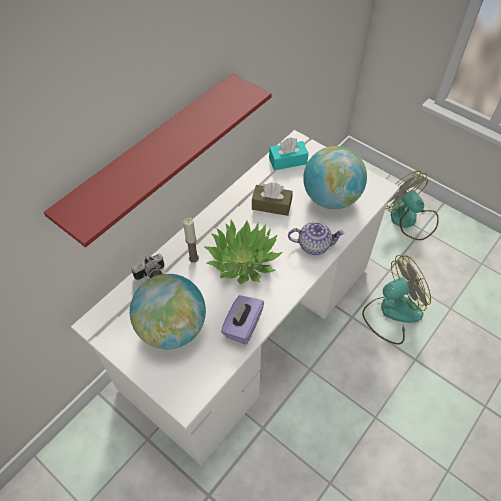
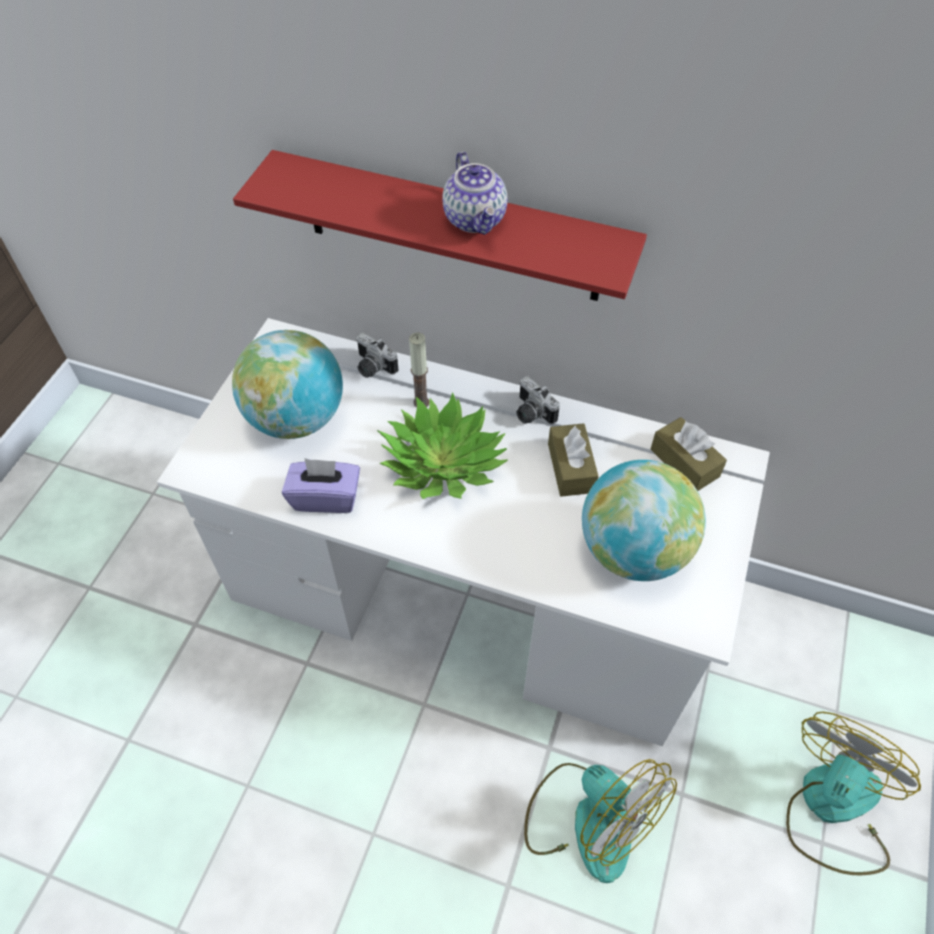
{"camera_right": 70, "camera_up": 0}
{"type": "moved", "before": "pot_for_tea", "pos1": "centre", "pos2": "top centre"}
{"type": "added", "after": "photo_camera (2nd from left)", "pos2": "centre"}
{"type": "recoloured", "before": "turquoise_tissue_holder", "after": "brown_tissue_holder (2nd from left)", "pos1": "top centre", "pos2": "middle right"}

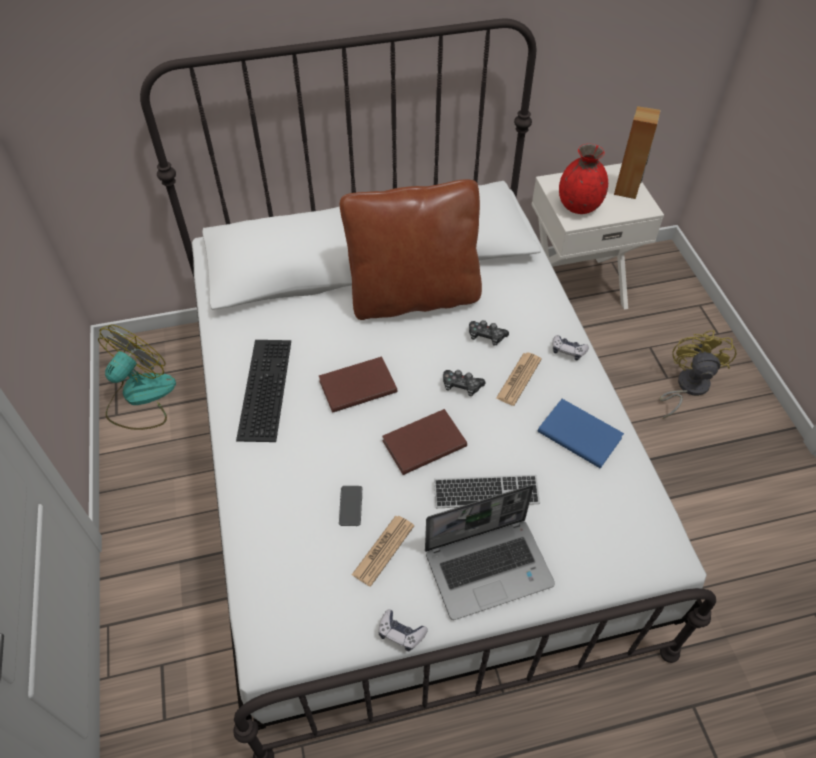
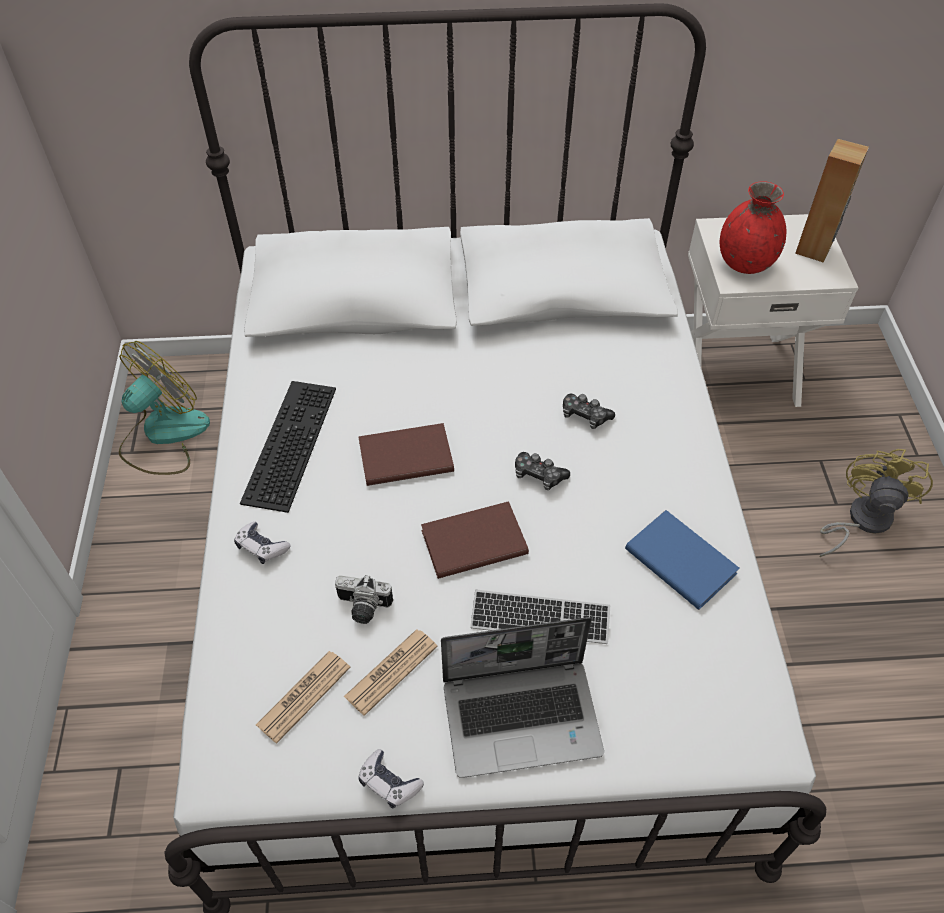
{"camera_right": 10, "camera_up": 0}
{"type": "moved", "before": "gamepad (4th from left in the first image)", "after": "gamepad (1st from left)", "pos1": "middle right", "pos2": "middle left"}
{"type": "moved", "before": "newspaper (2nd from left in the first image)", "after": "newspaper (1st from left)", "pos1": "centre", "pos2": "bottom left"}
{"type": "replaced", "before": "handset", "after": "photo_camera", "pos1": "bottom centre", "pos2": "centre"}
{"type": "removed", "before": "brown_throw_pillow", "pos1": "top centre"}

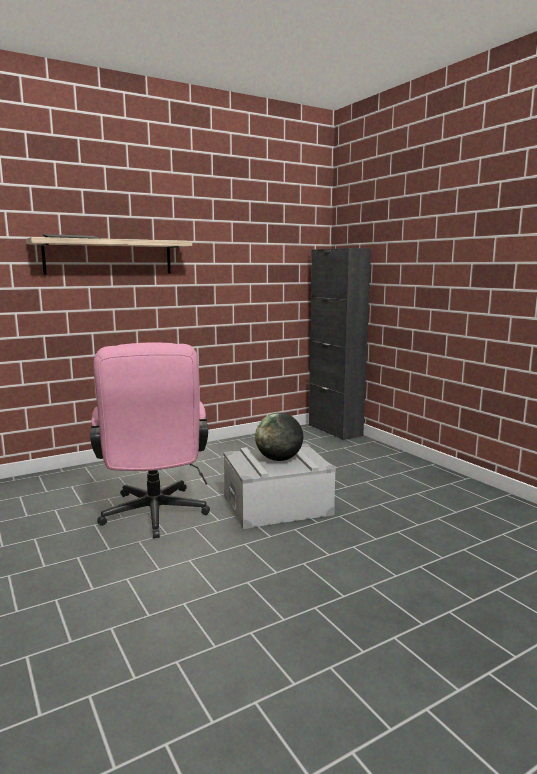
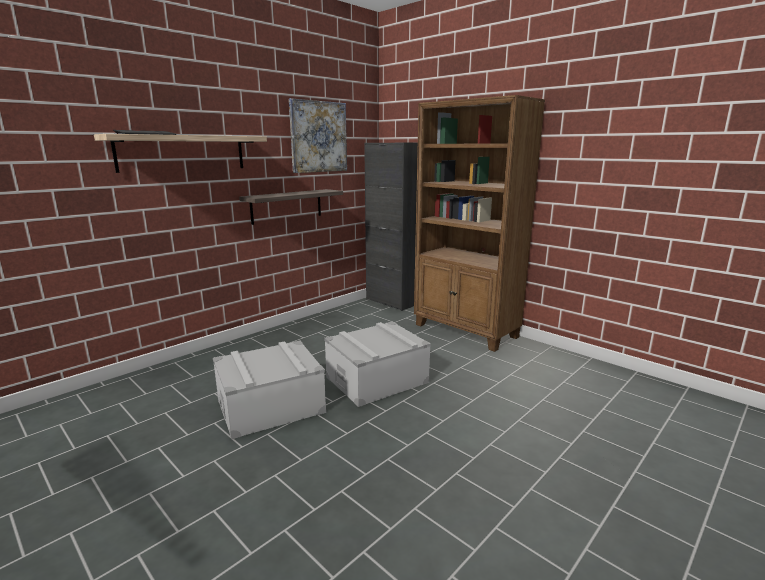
{"camera_right": -15, "camera_up": 5}
{"type": "replaced", "before": "pink_computer_chair", "after": "greyish_storage_box (1st from left)", "pos1": "middle left", "pos2": "bottom centre"}
{"type": "added", "after": "shelf (2nd from left)", "pos2": "centre"}
{"type": "added", "after": "wall_picture", "pos2": "top centre"}
{"type": "added", "after": "brown_shelving_unit", "pos2": "centre"}
{"type": "removed", "before": "globe", "pos1": "centre"}

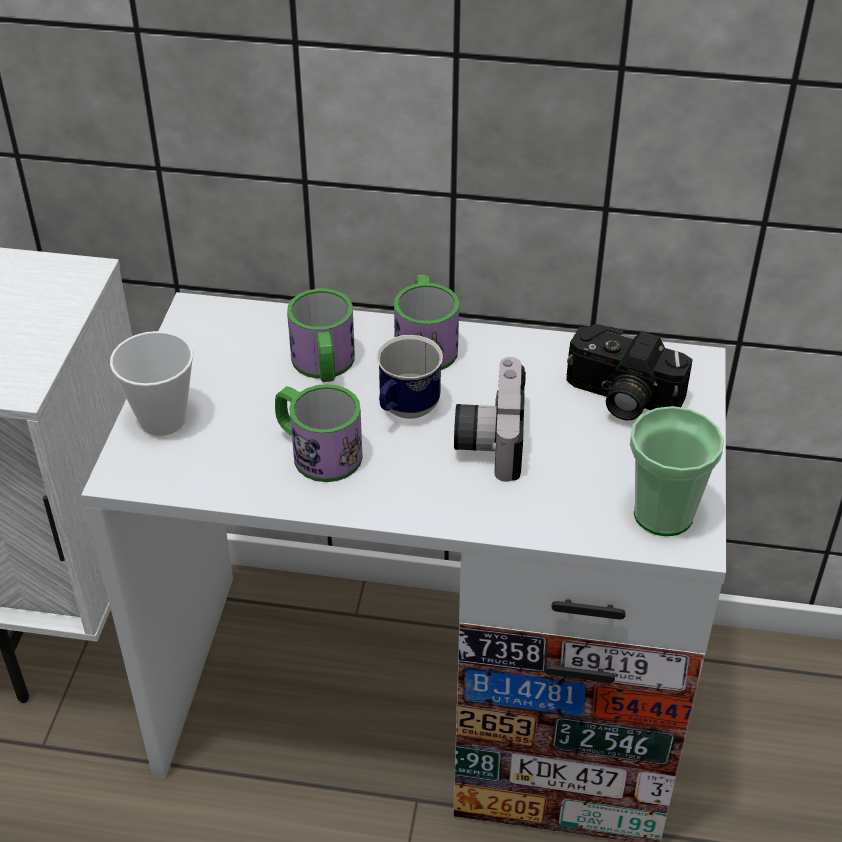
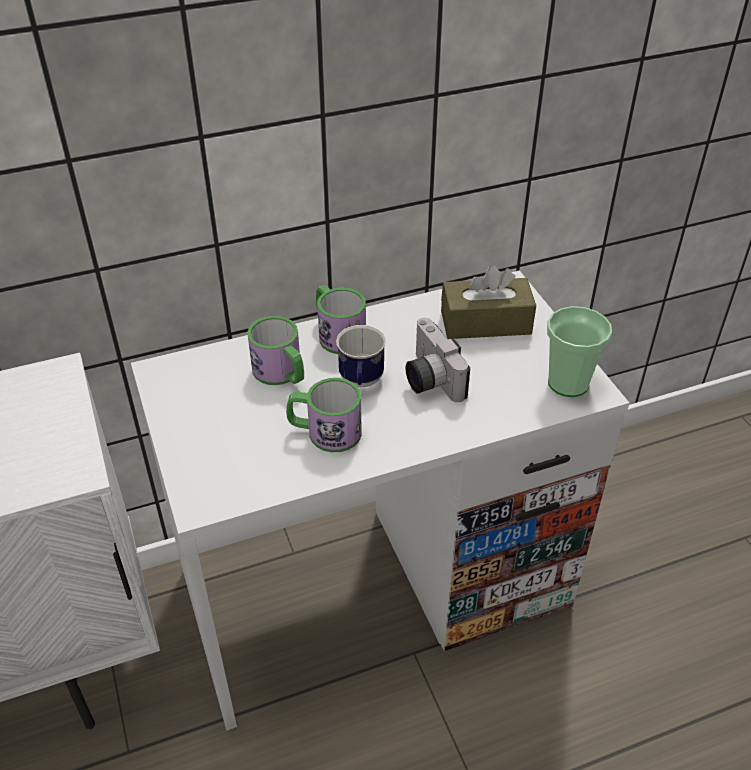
{"camera_right": -30, "camera_up": 0}
{"type": "replaced", "before": "photo_camera (2nd from left)", "after": "brown_tissue_holder", "pos1": "middle right", "pos2": "centre"}
{"type": "removed", "before": "cup (1st from left)", "pos1": "middle left"}

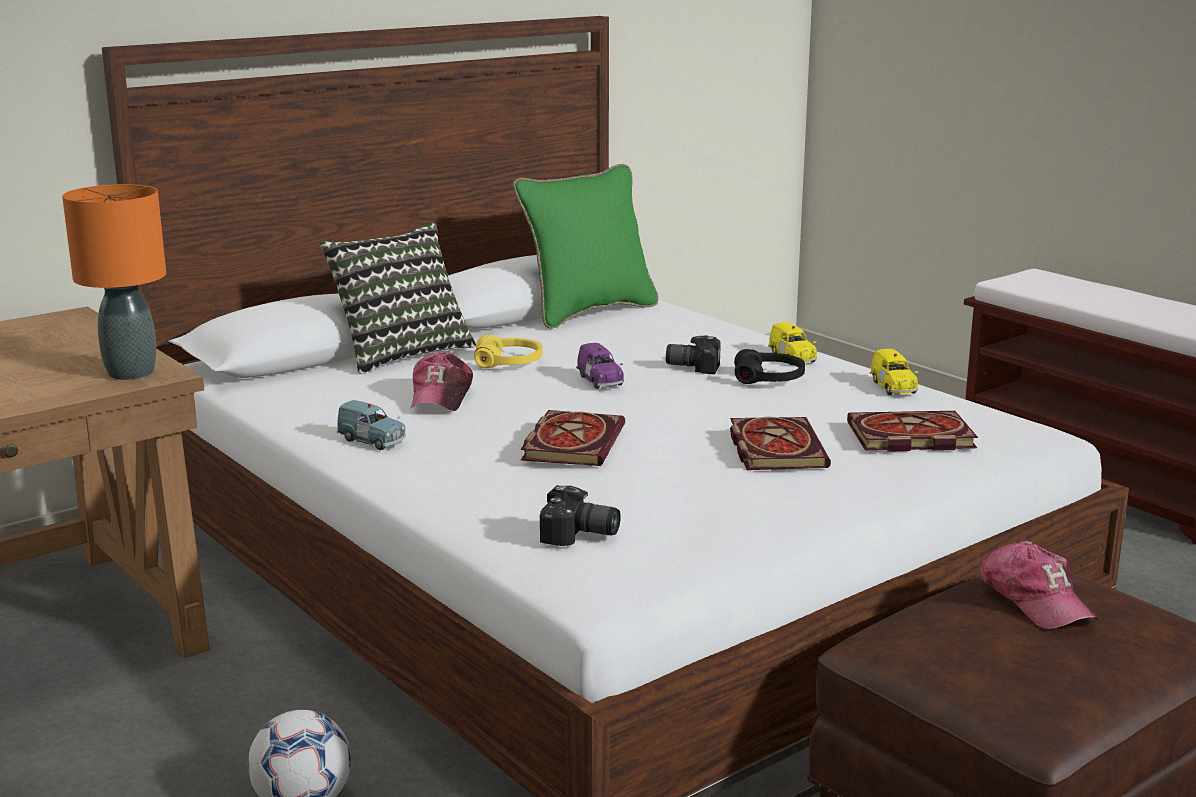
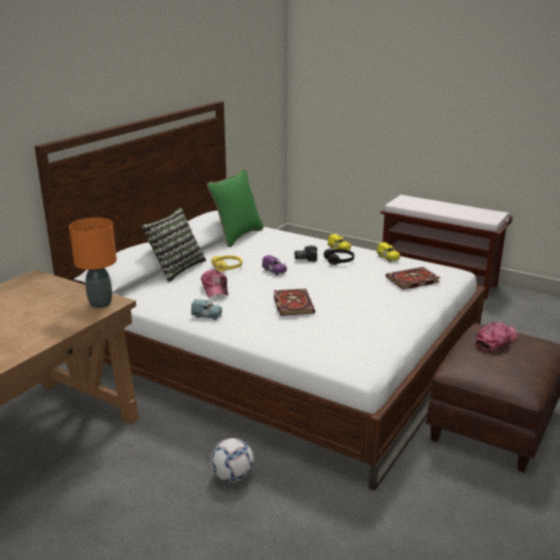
{"camera_right": -20, "camera_up": 5}
{"type": "turned", "before": "baseball_cap (2nd from left)", "pos1": "bottom right", "pos2": "middle right", "turn": -90}
{"type": "removed", "before": "photo_camera (1st from left)", "pos1": "centre"}
{"type": "removed", "before": "volume (2nd from left)", "pos1": "centre"}

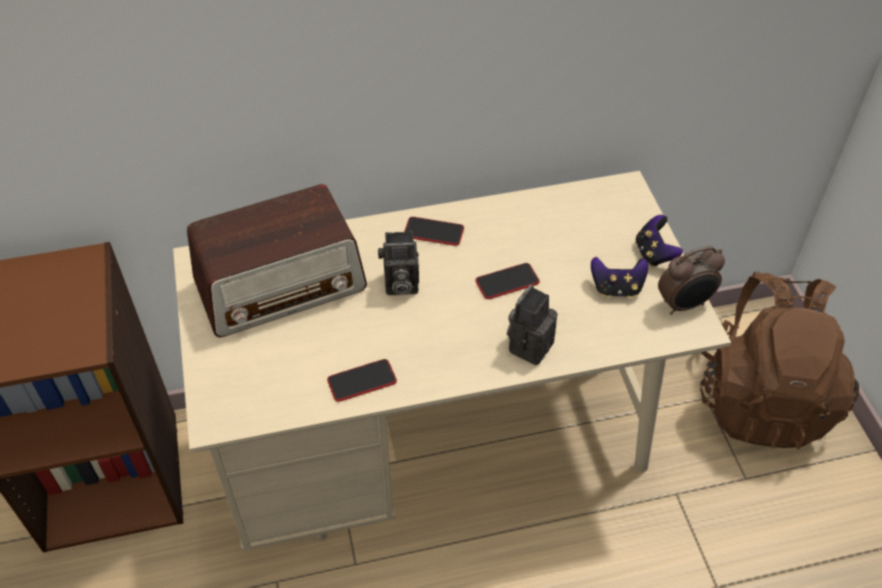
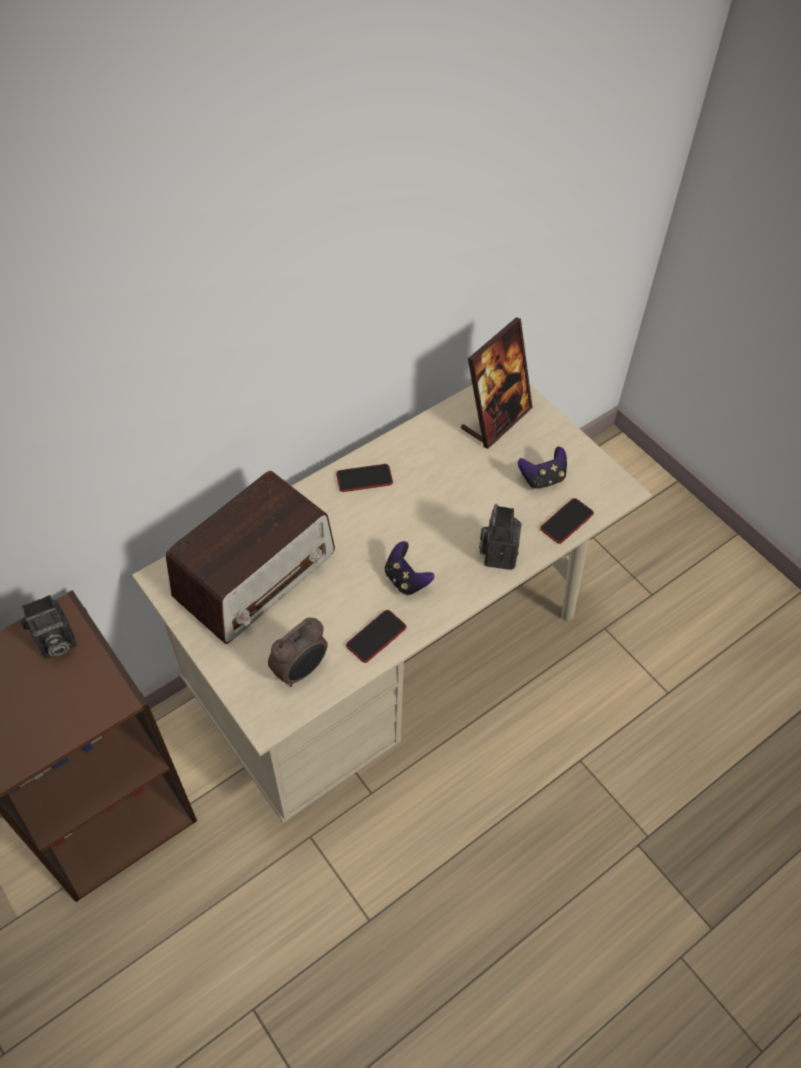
{"camera_right": -25, "camera_up": 5}
{"type": "moved", "before": "photo_camera (1st from left)", "pos1": "centre", "pos2": "middle left"}
{"type": "moved", "before": "bedside_clock", "pos1": "middle right", "pos2": "centre"}
{"type": "moved", "before": "gamepad (2nd from left in the first image)", "after": "gamepad (1st from left)", "pos1": "middle right", "pos2": "centre"}
{"type": "added", "after": "photo_frame", "pos2": "centre"}
{"type": "moved", "before": "handset (3rd from left)", "pos1": "centre", "pos2": "middle right"}
{"type": "removed", "before": "brown_knapsack", "pos1": "middle right"}

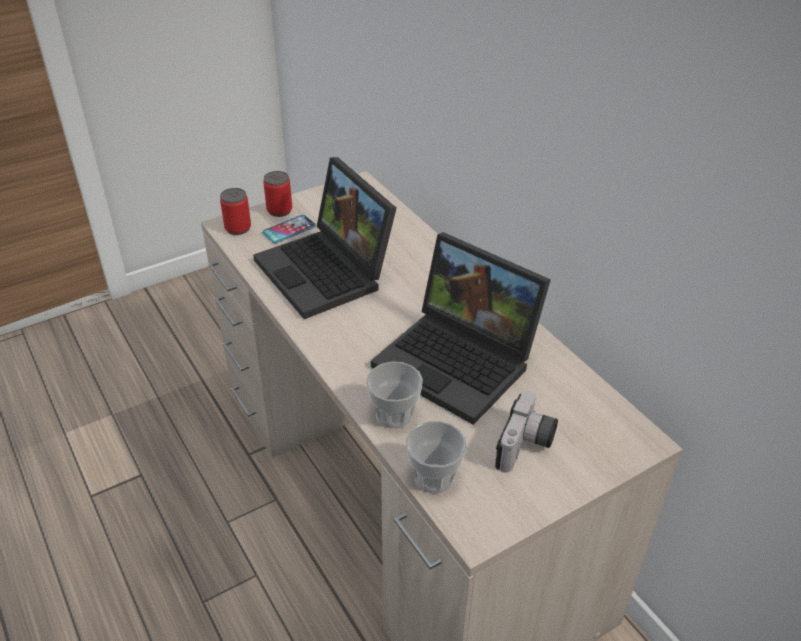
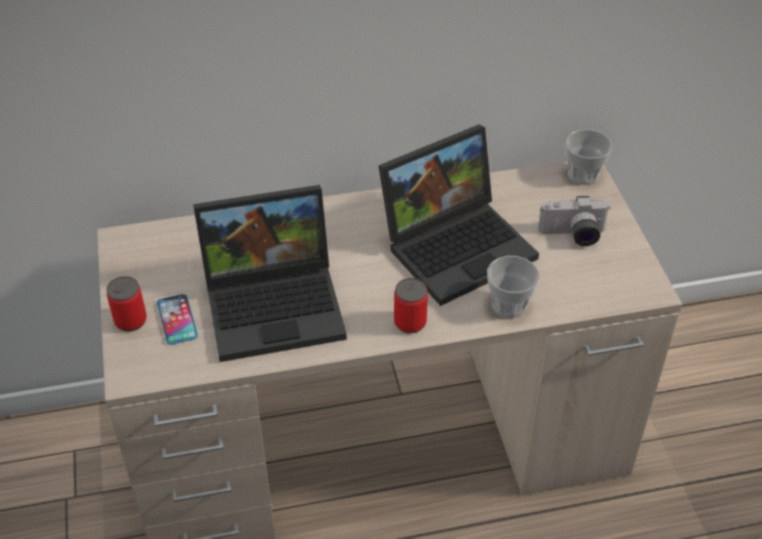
{"camera_right": -70, "camera_up": 5}
{"type": "moved", "before": "can (1st from left in the first image)", "after": "can (2nd from left)", "pos1": "top left", "pos2": "centre"}
{"type": "turned", "before": "photo_camera", "pos1": "bottom centre", "pos2": "middle right", "turn": 135}
{"type": "moved", "before": "cup (2nd from left)", "pos1": "bottom centre", "pos2": "top right"}

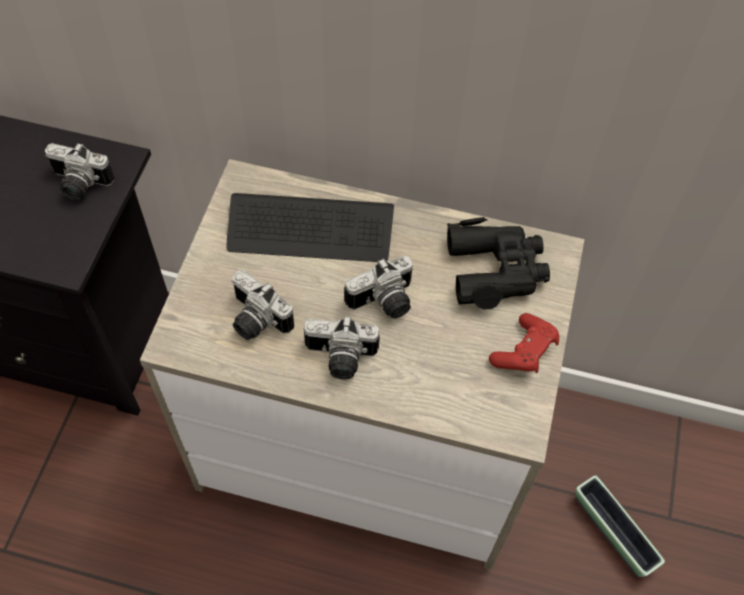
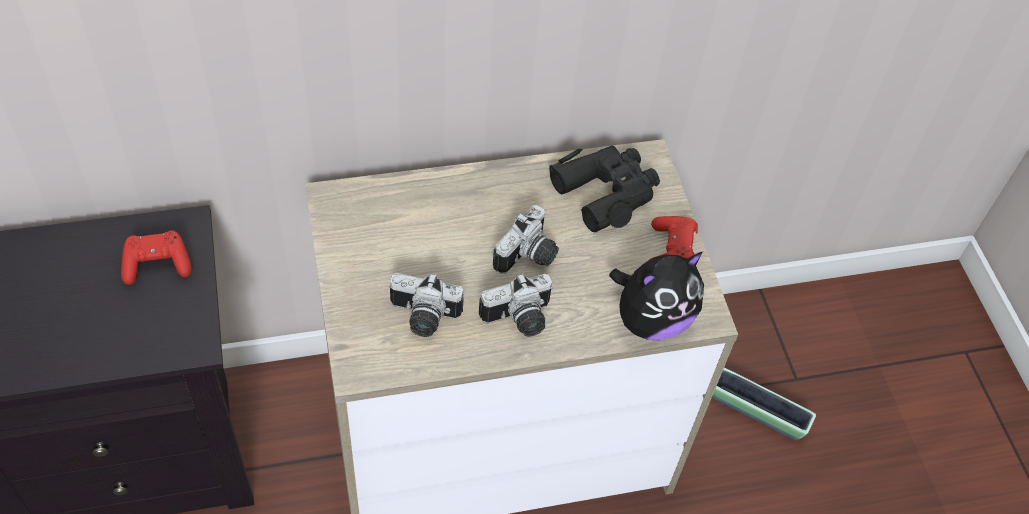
{"camera_right": -30, "camera_up": -5}
{"type": "replaced", "before": "photo_camera (1st from left)", "after": "reddish_gamepad (1st from left)", "pos1": "top left", "pos2": "middle left"}
{"type": "added", "after": "plush_toy", "pos2": "centre"}
{"type": "removed", "before": "PC_keyboard", "pos1": "centre"}

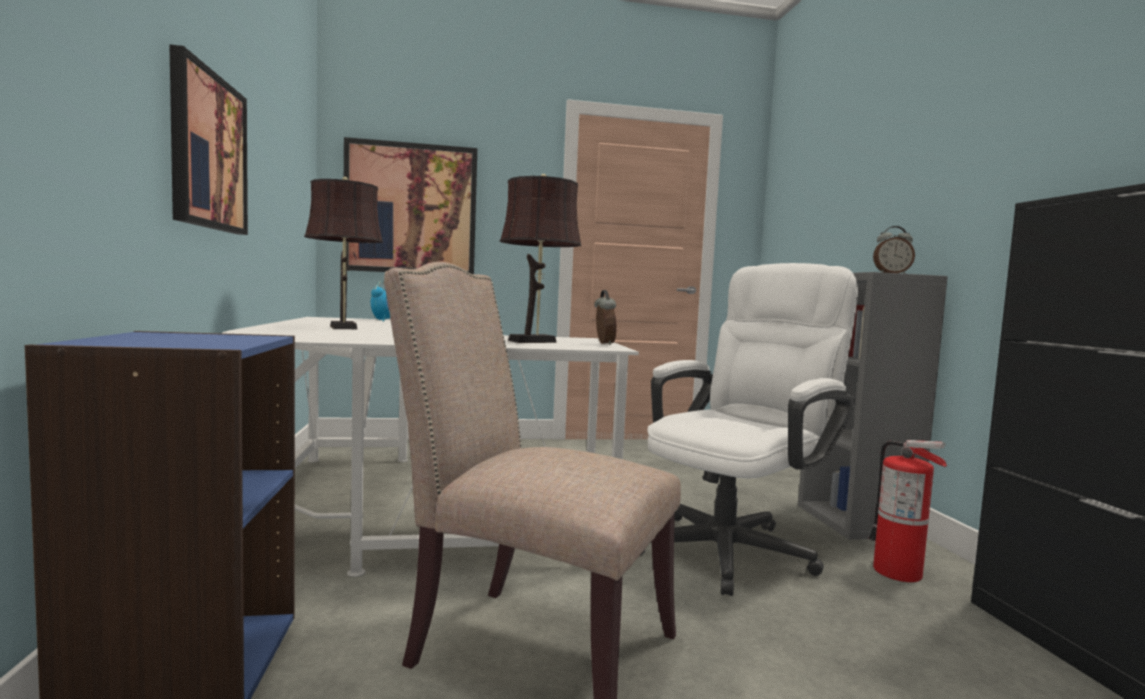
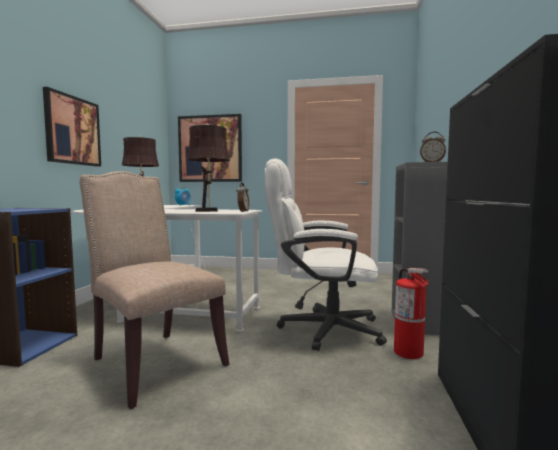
{"camera_right": 20, "camera_up": 0}
{"type": "turned", "before": "white_computer_chair", "pos1": "centre", "pos2": "centre", "turn": -150}

